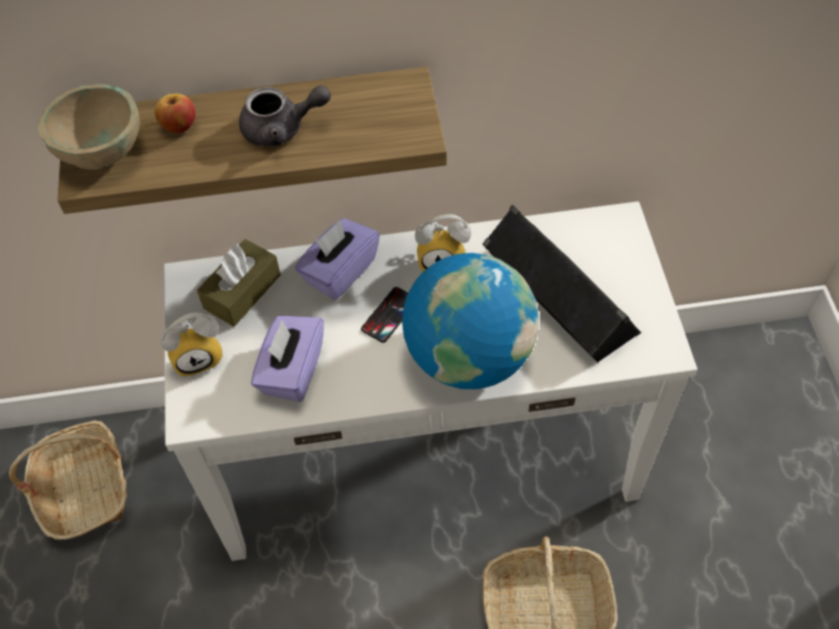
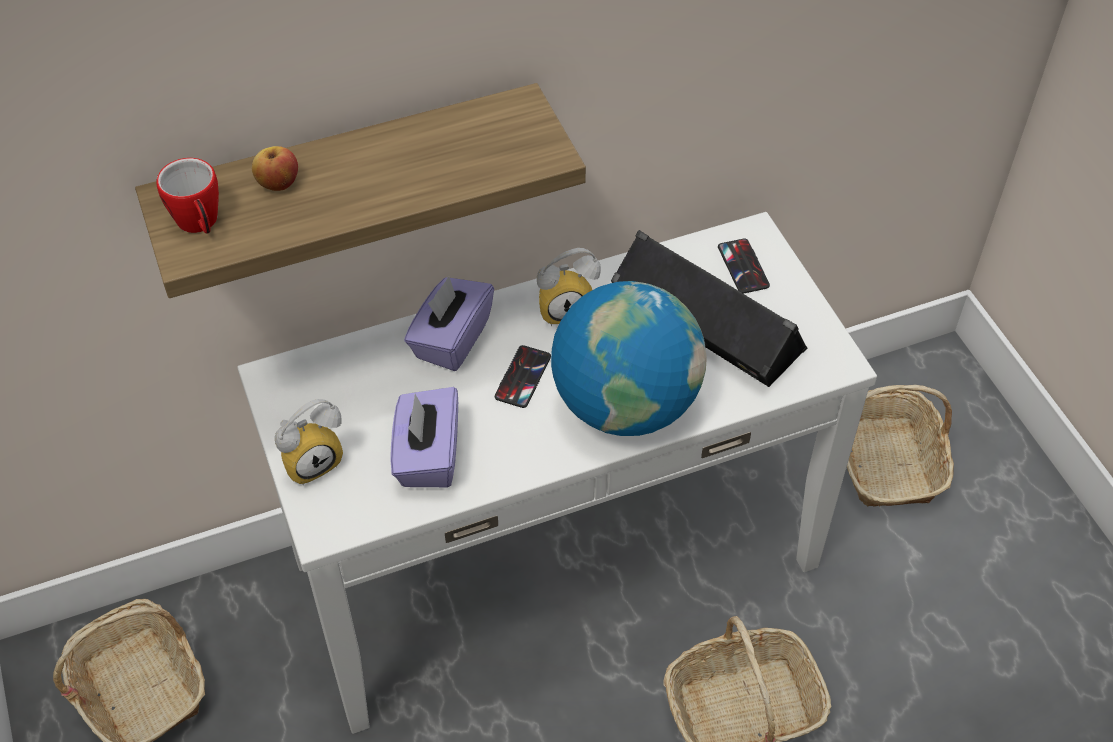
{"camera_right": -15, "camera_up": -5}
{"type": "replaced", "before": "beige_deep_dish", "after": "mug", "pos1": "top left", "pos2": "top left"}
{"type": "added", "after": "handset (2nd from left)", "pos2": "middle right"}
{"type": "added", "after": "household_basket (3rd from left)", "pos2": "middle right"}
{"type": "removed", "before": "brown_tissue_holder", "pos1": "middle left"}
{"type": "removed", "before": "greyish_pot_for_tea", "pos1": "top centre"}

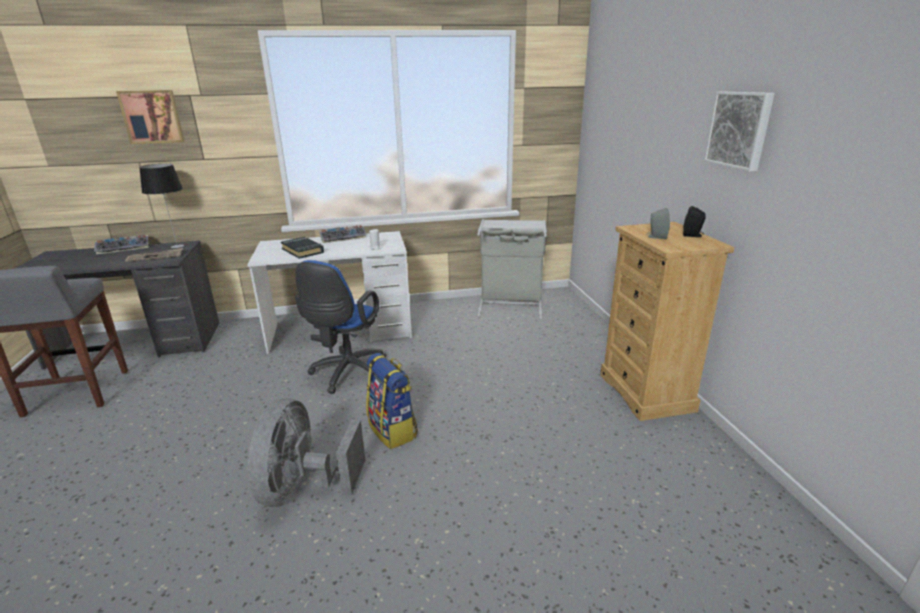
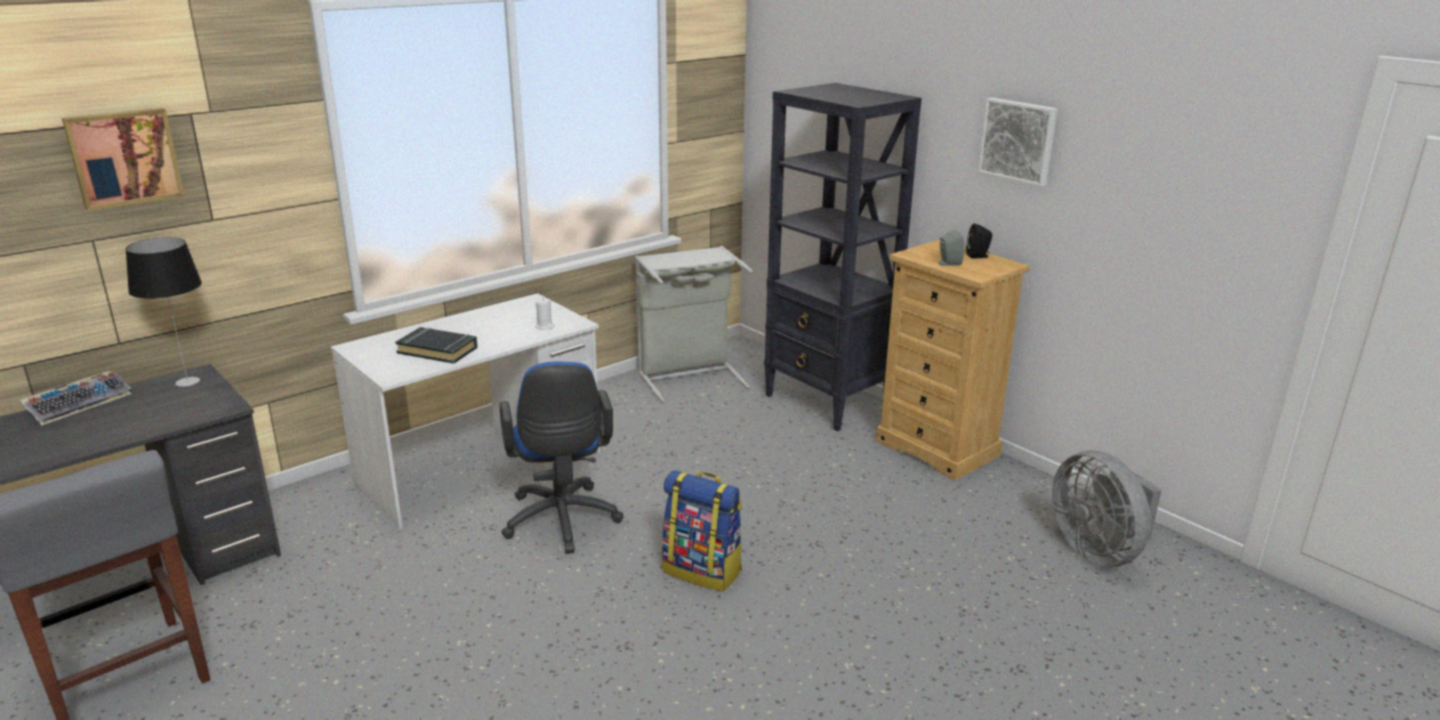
{"camera_right": -30, "camera_up": 0}
{"type": "added", "after": "black-coloured_shelving_unit", "pos2": "centre"}
{"type": "moved", "before": "greyish_fan", "pos1": "bottom left", "pos2": "bottom right"}
{"type": "removed", "before": "newspaper", "pos1": "middle left"}
{"type": "removed", "before": "PC_keyboard (2nd from left)", "pos1": "centre"}

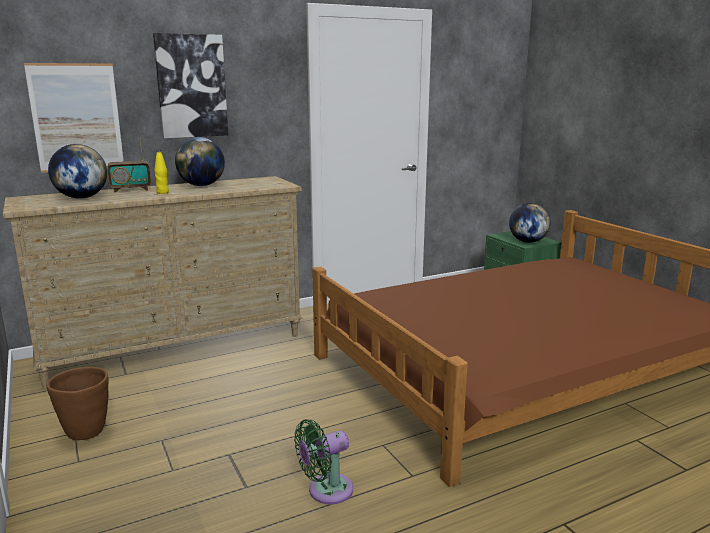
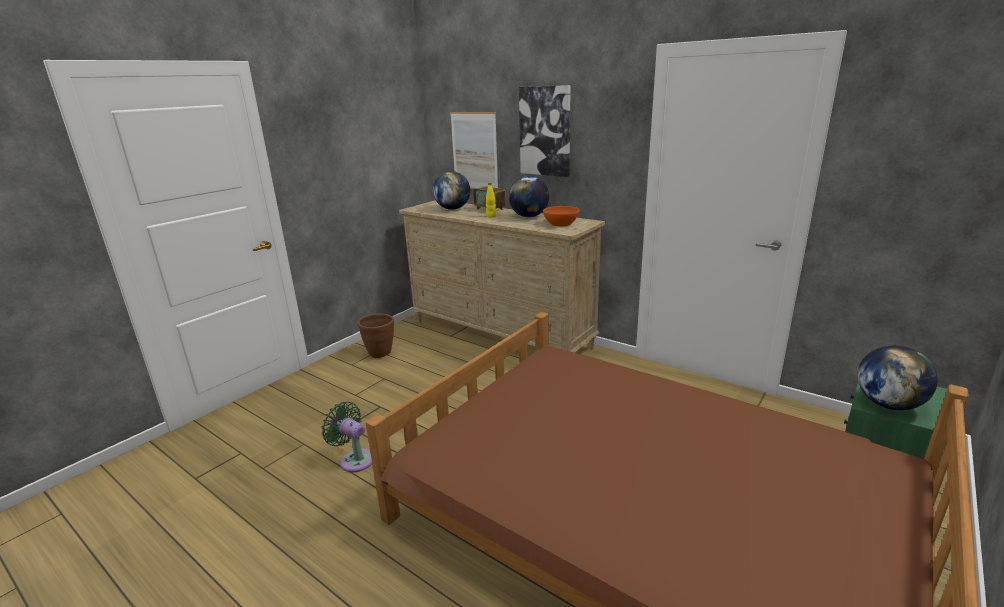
{"camera_right": 65, "camera_up": 5}
{"type": "added", "after": "orange_deep_dish", "pos2": "centre"}

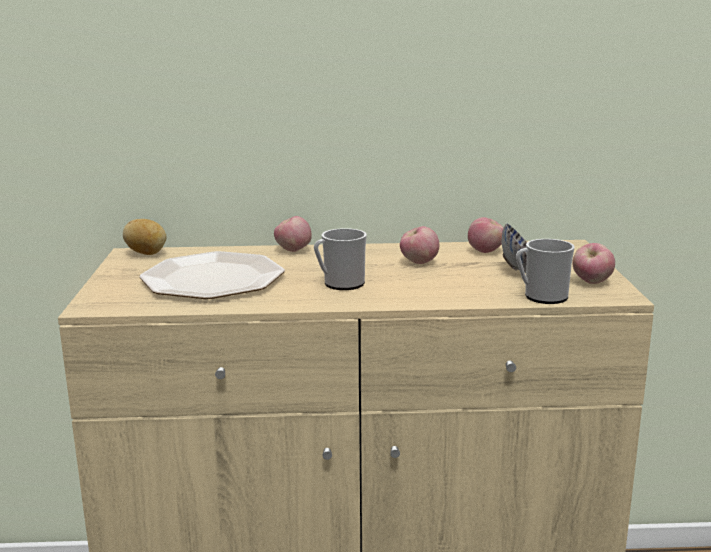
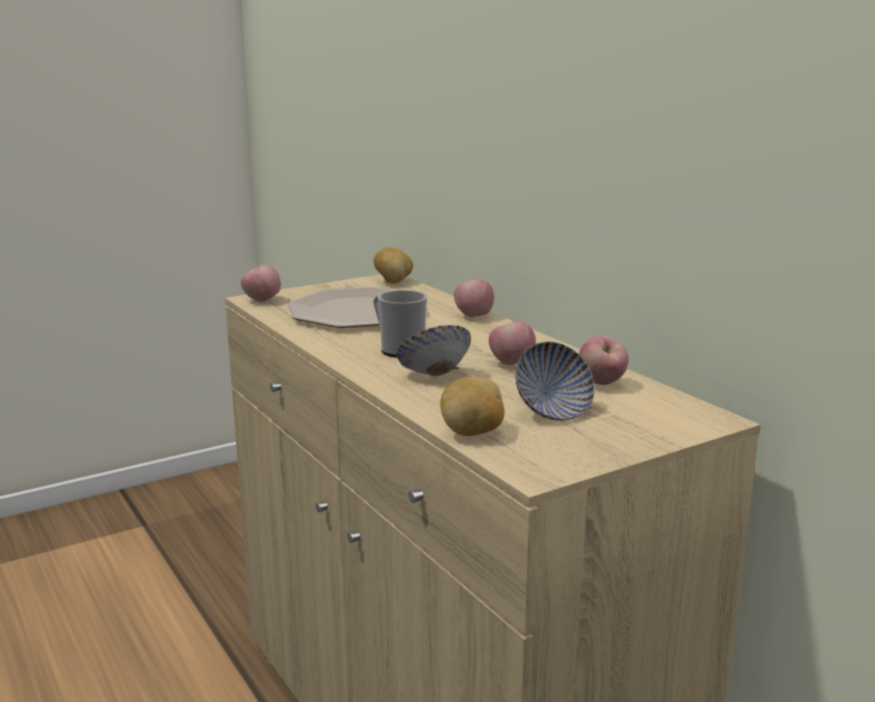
{"camera_right": 60, "camera_up": 0}
{"type": "moved", "before": "apple (4th from left in the first image)", "after": "apple (1st from left)", "pos1": "middle right", "pos2": "middle left"}
{"type": "added", "after": "deep_dish (1st from left)", "pos2": "centre"}
{"type": "replaced", "before": "mug (2nd from left)", "after": "spud (2nd from left)", "pos1": "middle right", "pos2": "centre"}

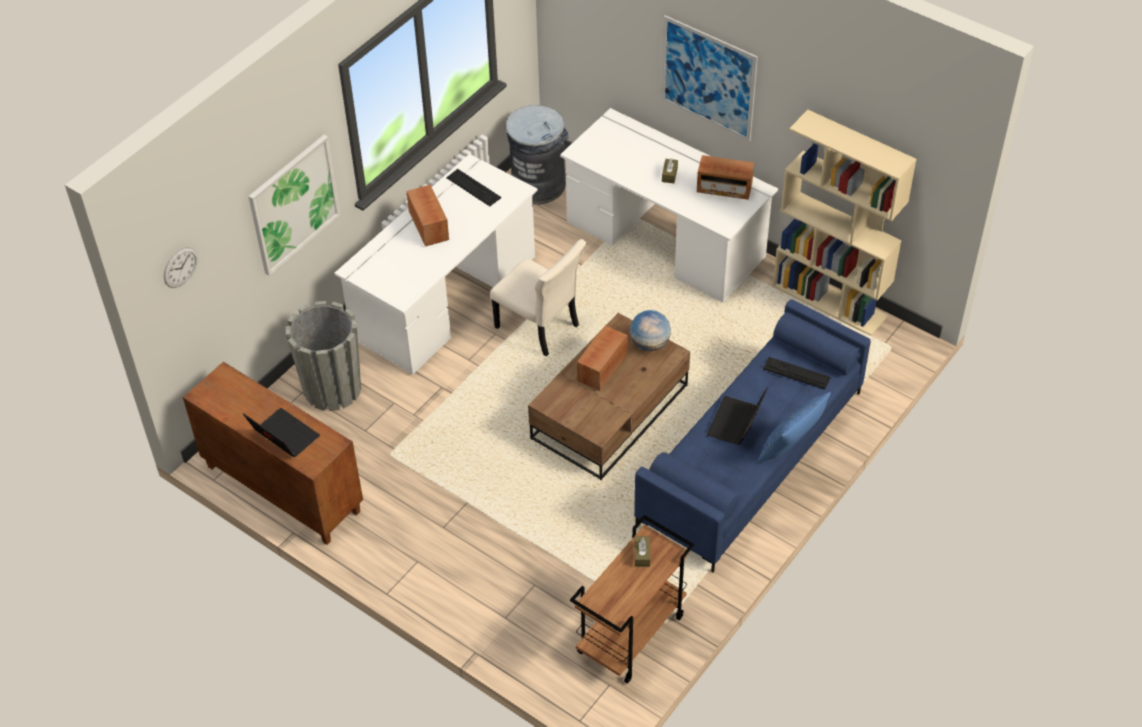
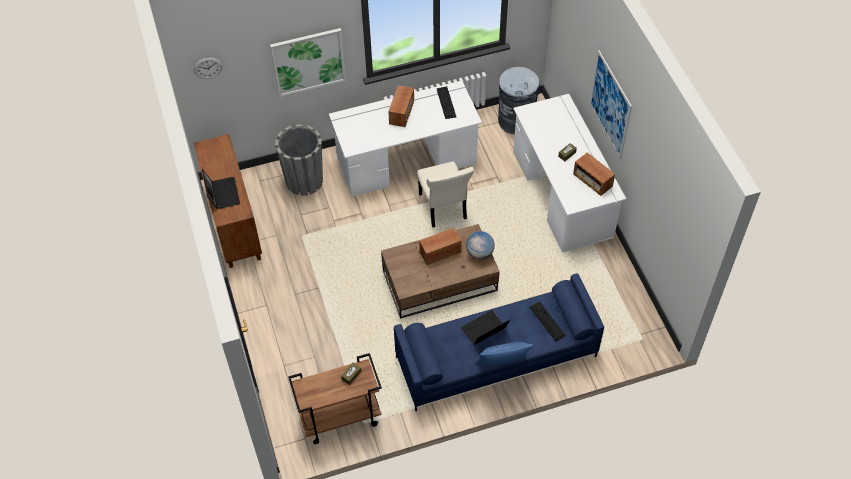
{"camera_right": 35, "camera_up": 5}
{"type": "removed", "before": "beige_shelving_unit", "pos1": "top right"}

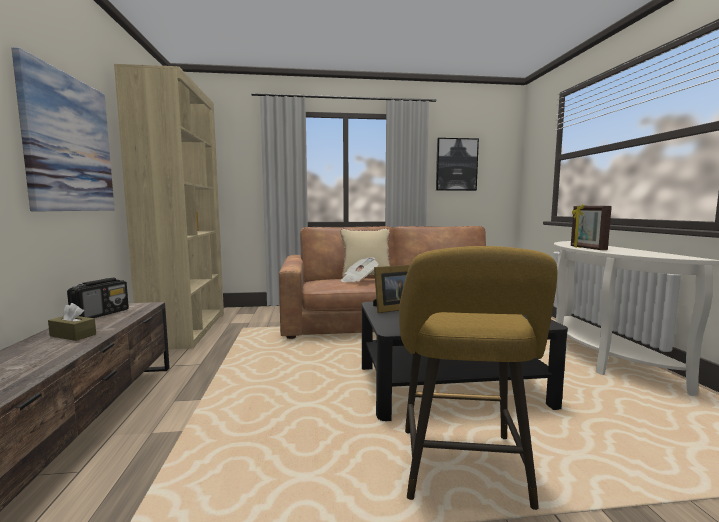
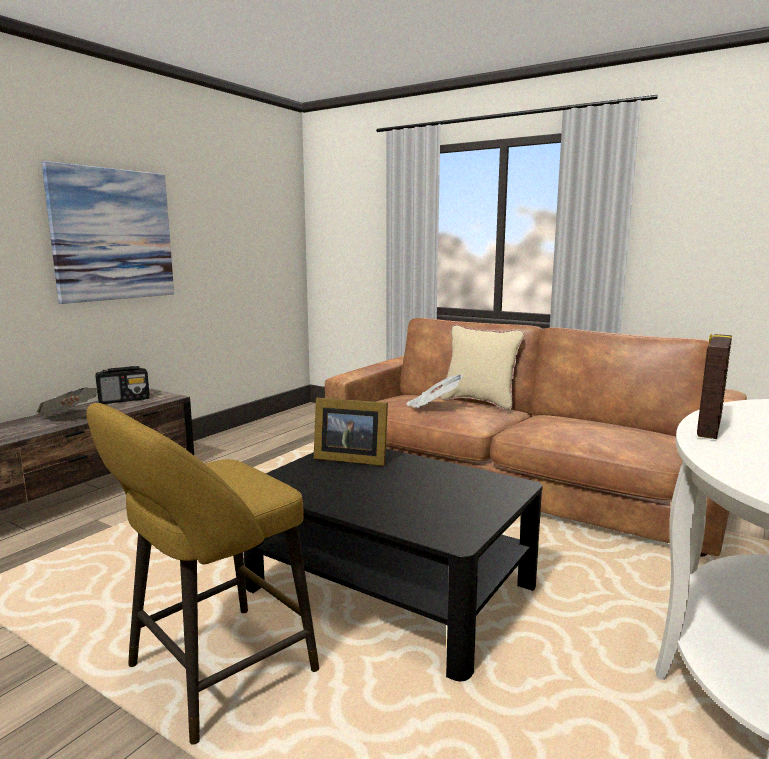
{"camera_right": 40, "camera_up": 5}
{"type": "replaced", "before": "brown_tissue_holder", "after": "newspaper (1st from left)", "pos1": "middle left", "pos2": "middle left"}
{"type": "removed", "before": "beige_shelving_unit", "pos1": "middle left"}
{"type": "removed", "before": "wall_picture (2nd from left)", "pos1": "top centre"}

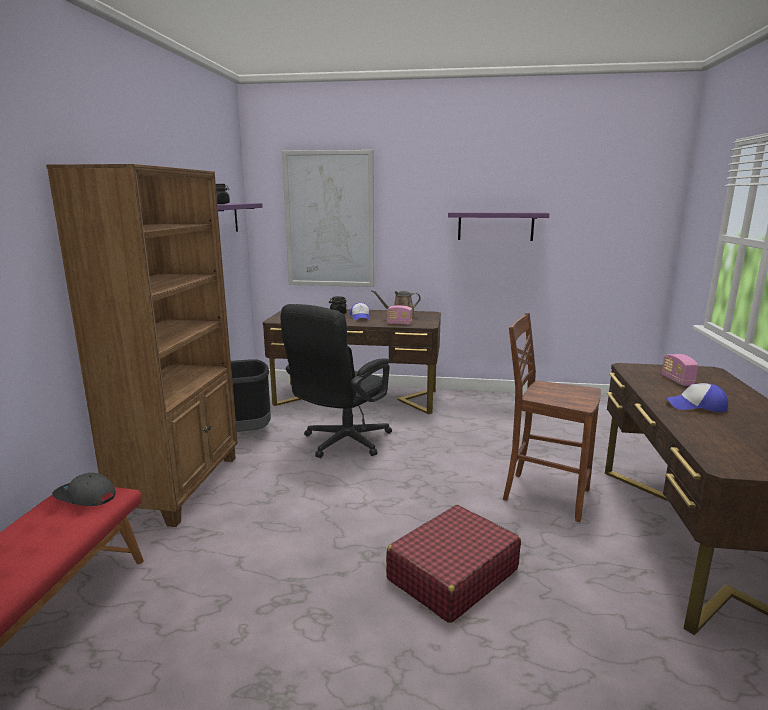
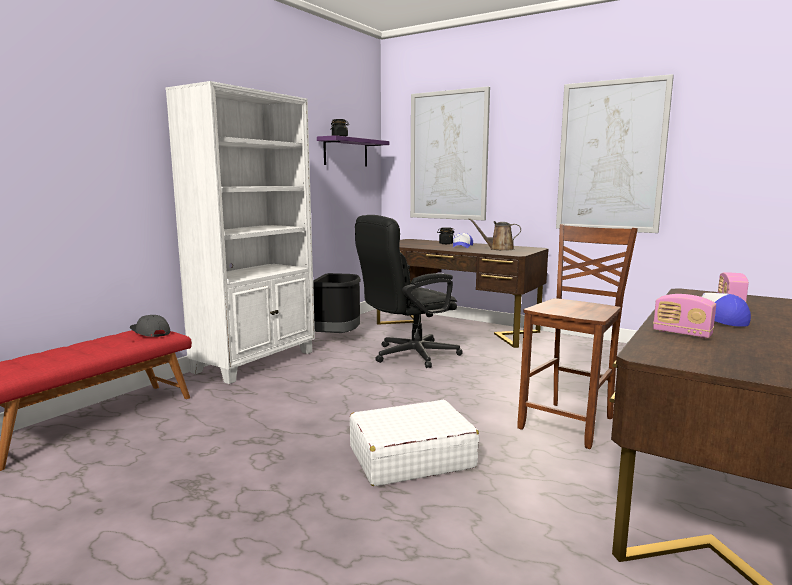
{"camera_right": 25, "camera_up": -5}
{"type": "recoloured", "before": "brown_shelving_unit", "after": "white_shelving_unit", "pos1": "middle left", "pos2": "middle left"}
{"type": "recoloured", "before": "reddish_piece_of_luggage", "after": "white_piece_of_luggage", "pos1": "bottom centre", "pos2": "bottom centre"}
{"type": "turned", "before": "brown_plain_chair", "pos1": "middle right", "pos2": "middle right", "turn": 75}
{"type": "replaced", "before": "purple-coloured_shelf (2nd from left)", "after": "wall_picture (2nd from left)", "pos1": "top centre", "pos2": "top right"}
{"type": "moved", "before": "radio (1st from left)", "pos1": "centre", "pos2": "middle right"}

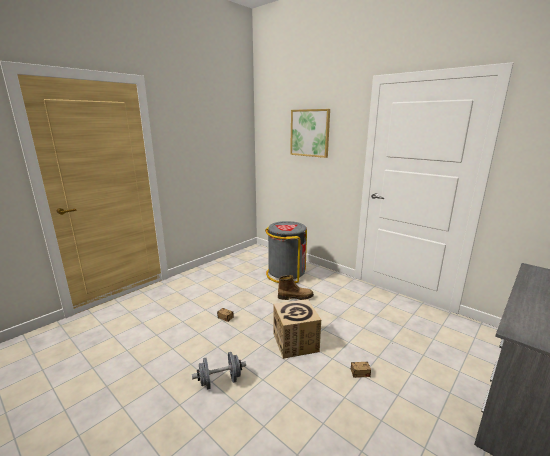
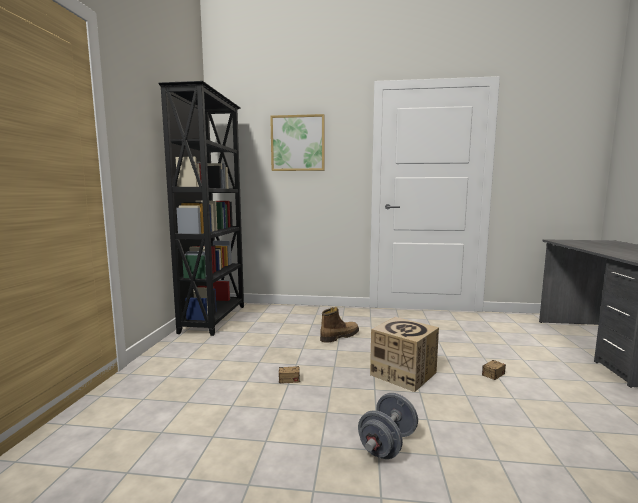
{"camera_right": -35, "camera_up": -10}
{"type": "added", "after": "black-coloured_shelving_unit", "pos2": "middle left"}
{"type": "removed", "before": "greyish_rubbish_bin", "pos1": "centre"}

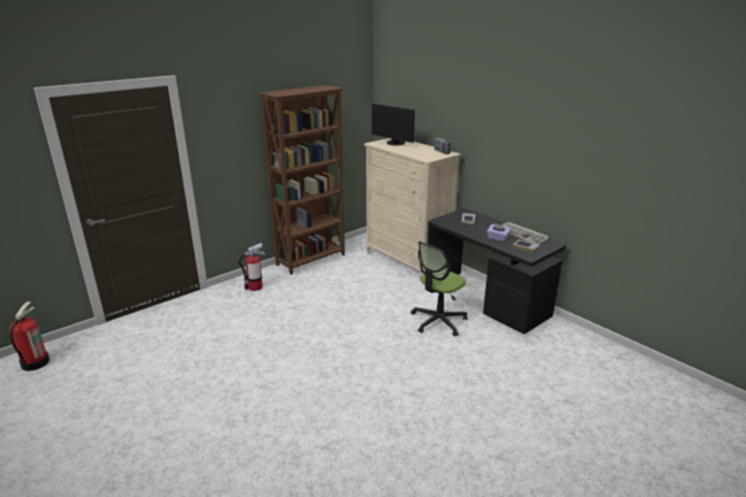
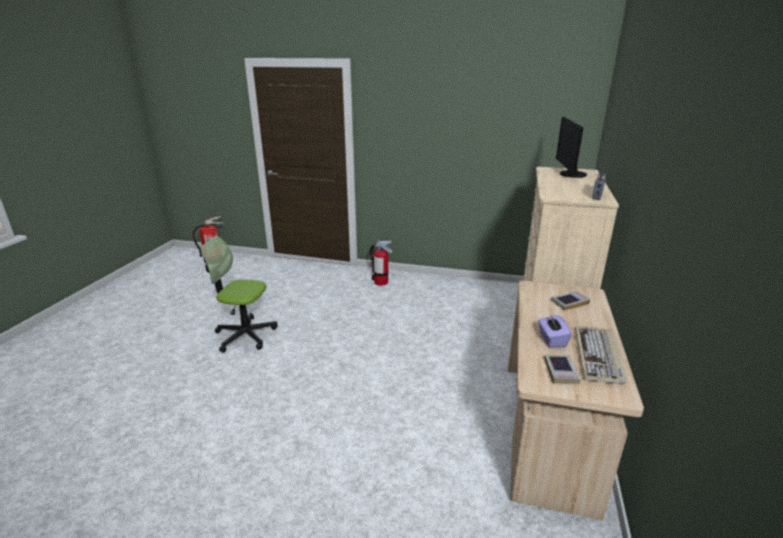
{"camera_right": 55, "camera_up": 0}
{"type": "moved", "before": "computer_chair", "pos1": "centre", "pos2": "middle left"}
{"type": "recoloured", "before": "black-coloured_desk_table", "after": "beige_desk_table", "pos1": "centre", "pos2": "bottom right"}
{"type": "removed", "before": "brown_shelving_unit", "pos1": "centre"}

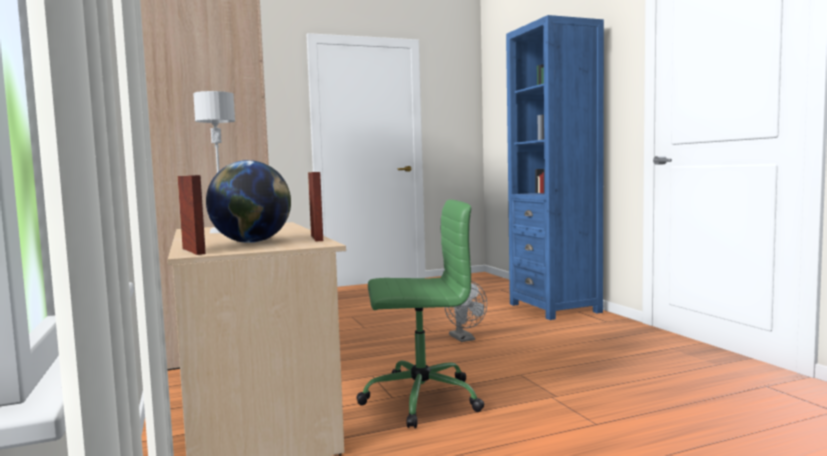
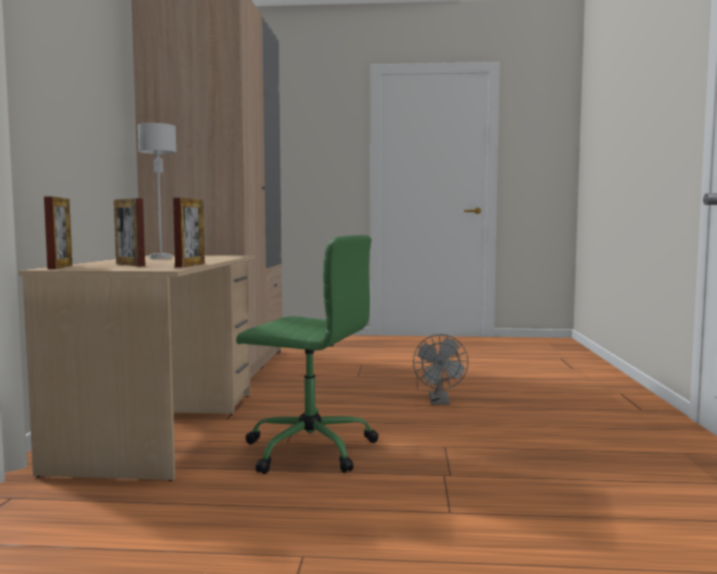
{"camera_right": 25, "camera_up": 0}
{"type": "replaced", "before": "globe", "after": "photo_frame (2nd from left)", "pos1": "middle left", "pos2": "middle left"}
{"type": "removed", "before": "bluish_shelving_unit", "pos1": "middle right"}

